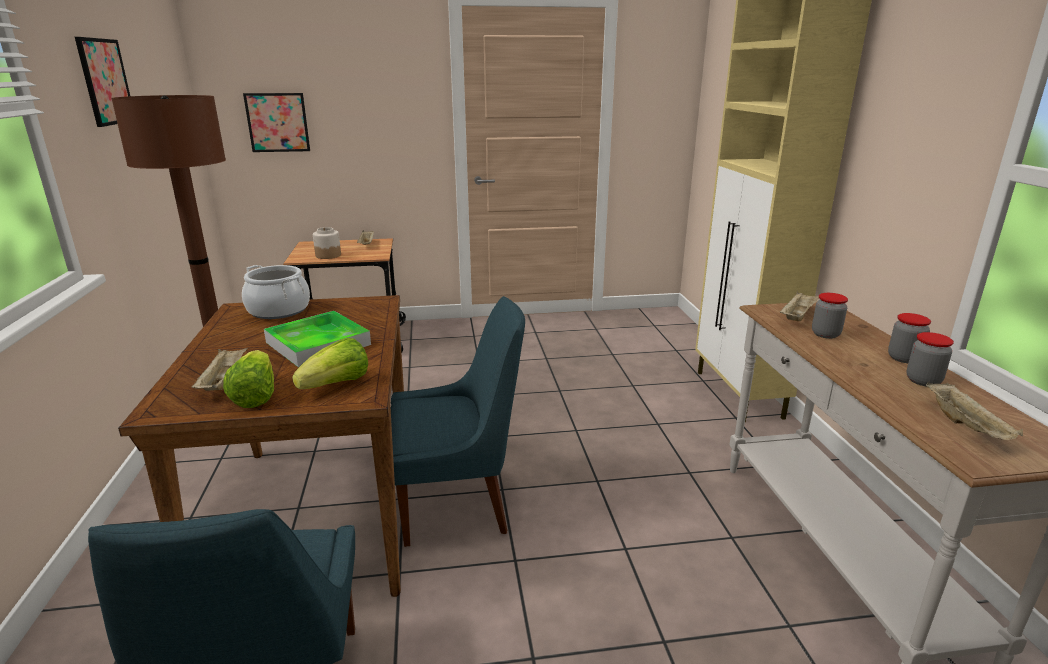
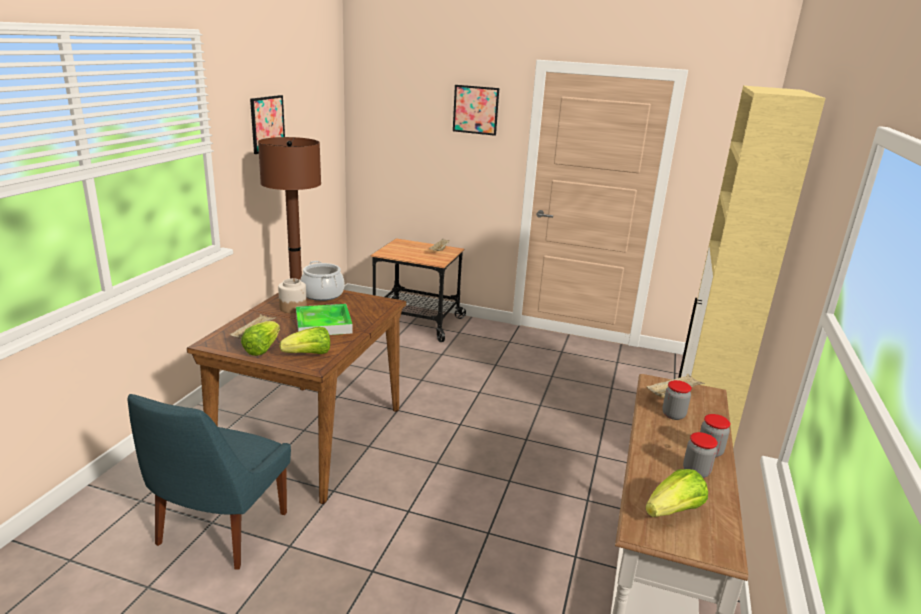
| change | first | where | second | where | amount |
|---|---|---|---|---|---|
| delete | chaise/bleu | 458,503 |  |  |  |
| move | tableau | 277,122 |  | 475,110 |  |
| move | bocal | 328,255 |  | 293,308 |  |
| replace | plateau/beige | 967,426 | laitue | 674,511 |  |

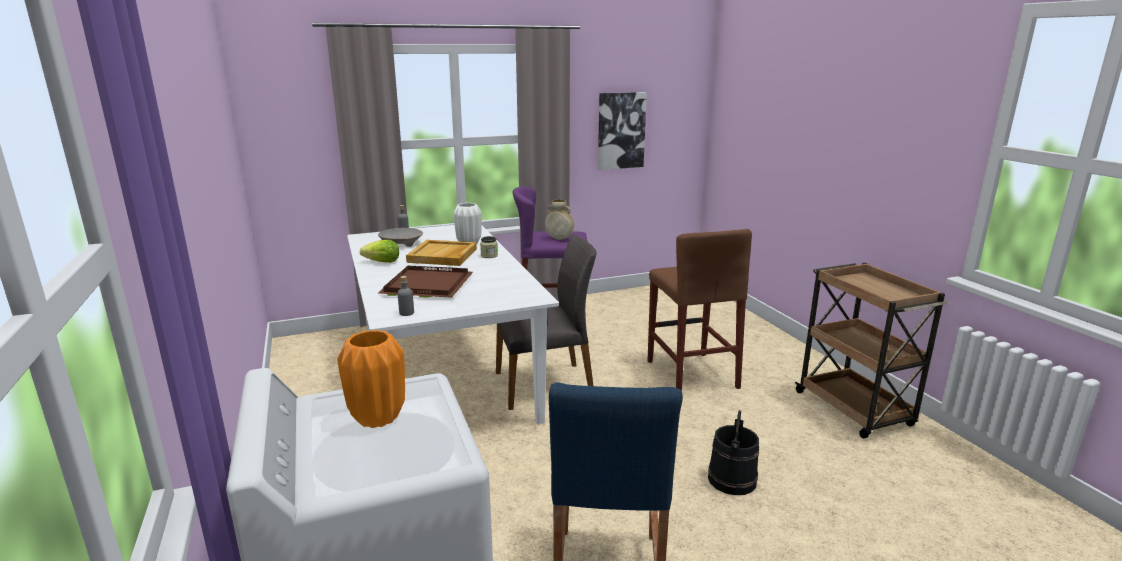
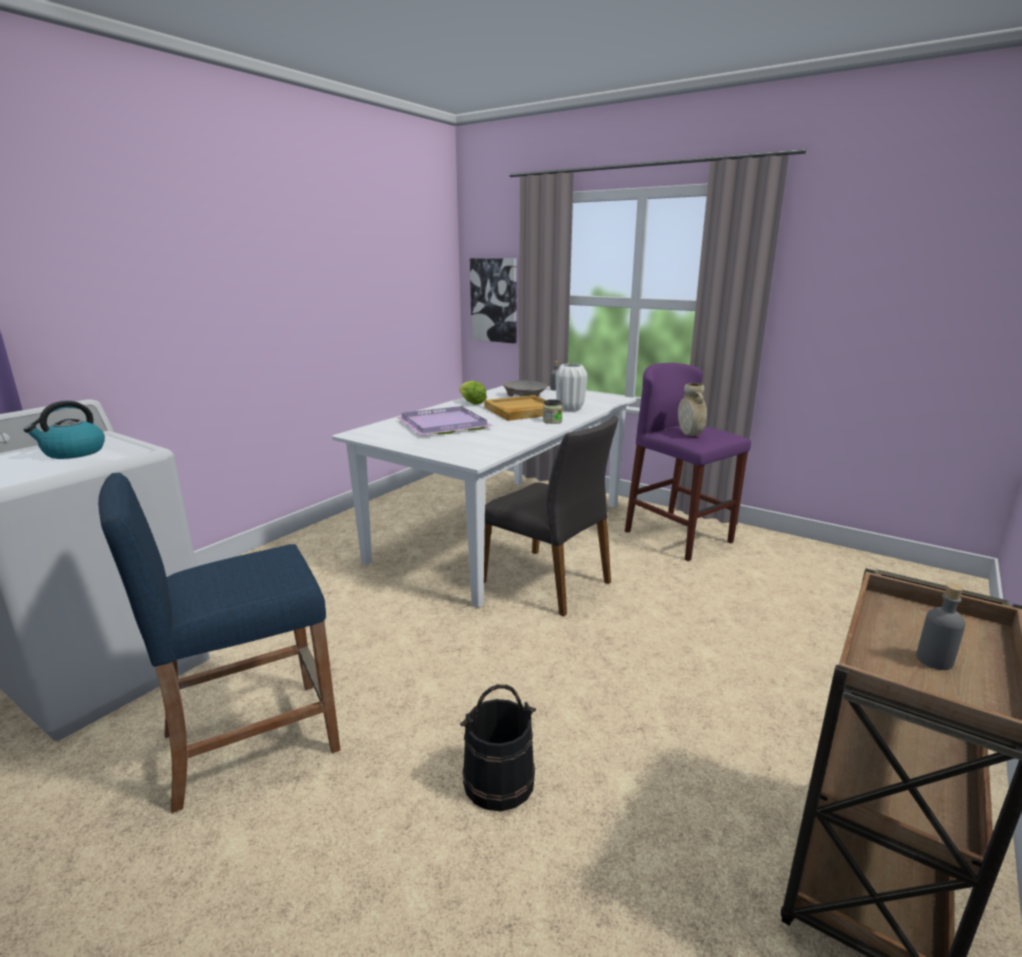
| change | first | where | second | where | amount |
|---|---|---|---|---|---|
| delete | tabouret/marron | 691,374 |  |  |  |
| move | bouteille/gris | 406,313 |  | 934,660 |  |
| move | tableau | 621,130 |  | 494,300 |  |
| replace | vase/orange | 378,417 | bouilloire | 73,452 |  |
| recolor | plateau/marron | 425,285 | plateau/violet | 441,424 |  |

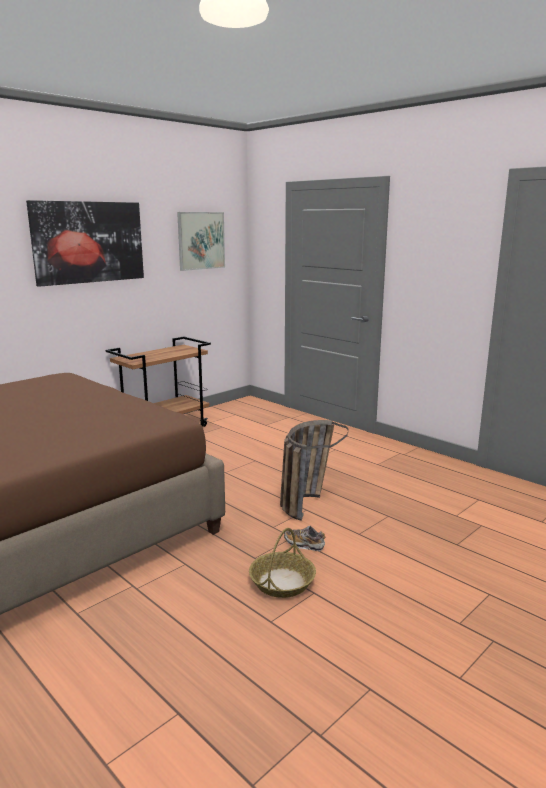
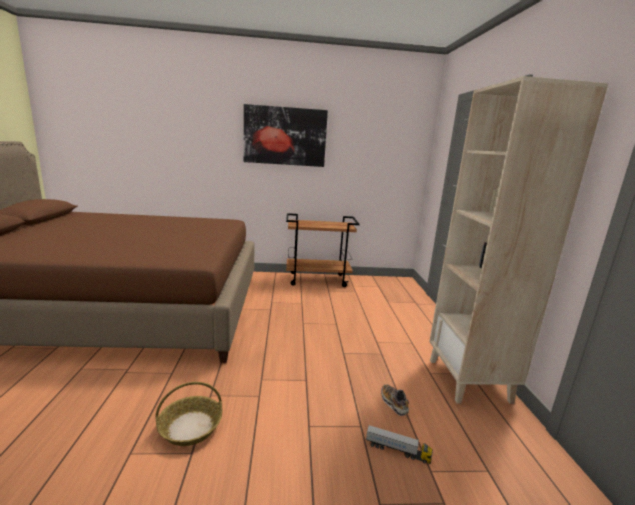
| change | first | where | second | where | amount |
|---|---|---|---|---|---|
| delete | tableau | 201,240 |  |  |  |
| delete | panier | 307,502 |  |  |  |
| insert |  |  | camion jouet | 397,450 |  |
| insert |  |  | bibliothèque/beige | 469,380 |  |
| move | chaussure | 304,544 |  | 393,403 |  |

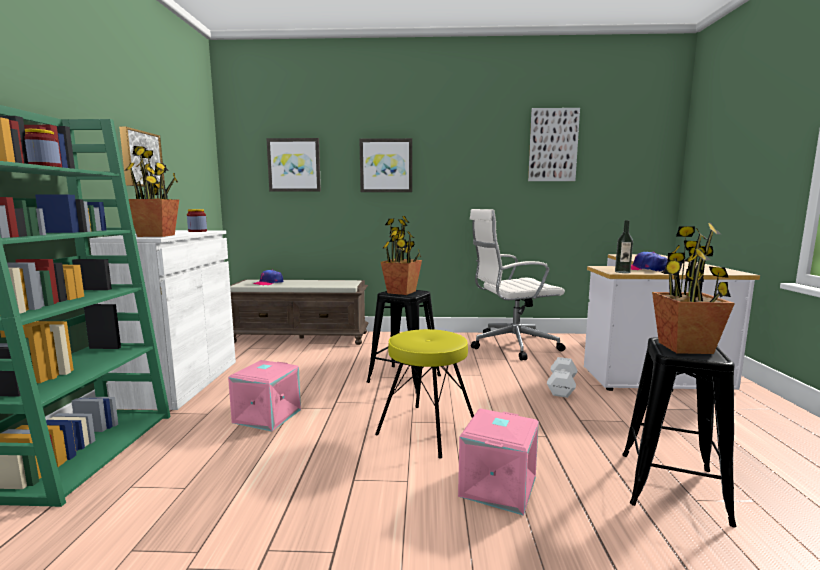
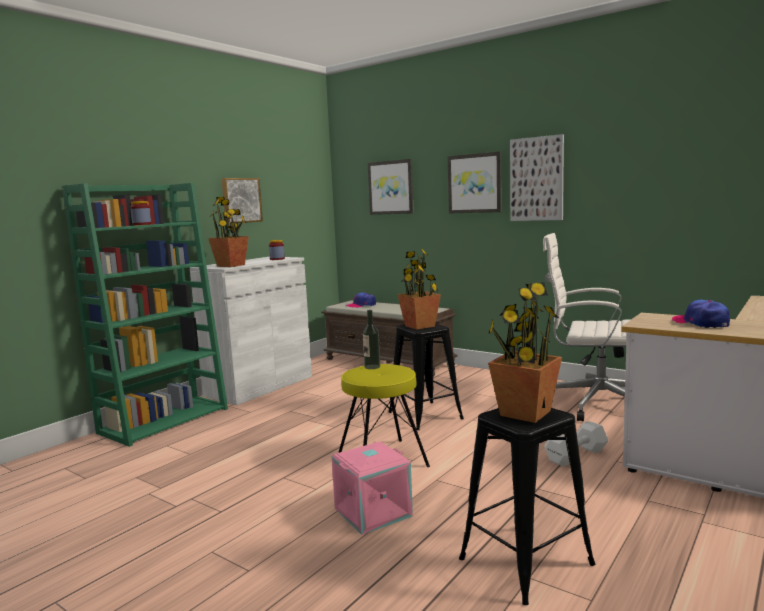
| change | first | where | second | where | amount |
|---|---|---|---|---|---|
| delete | boîte de rangement/rose | 266,415 |  |  |  |
| move | tableau | 553,145 |  | 536,179 |  |
| move | bouteille | 622,272 |  | 372,367 |  |

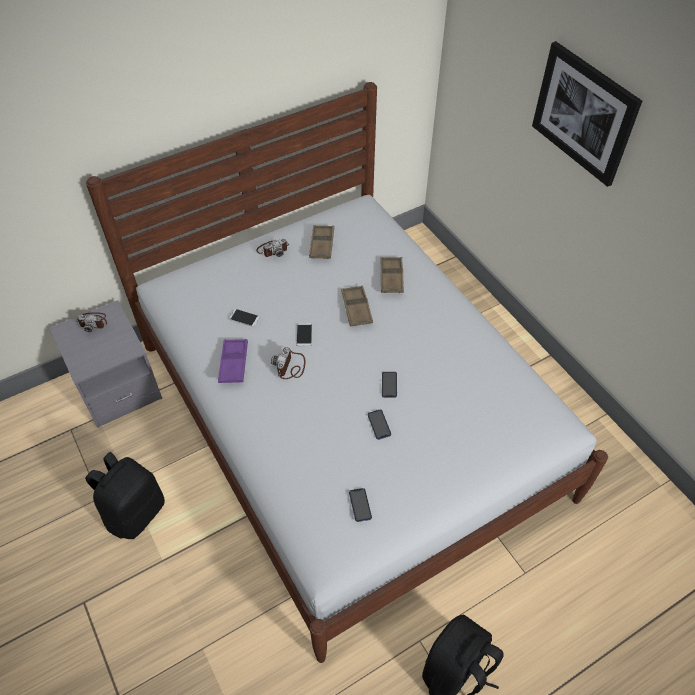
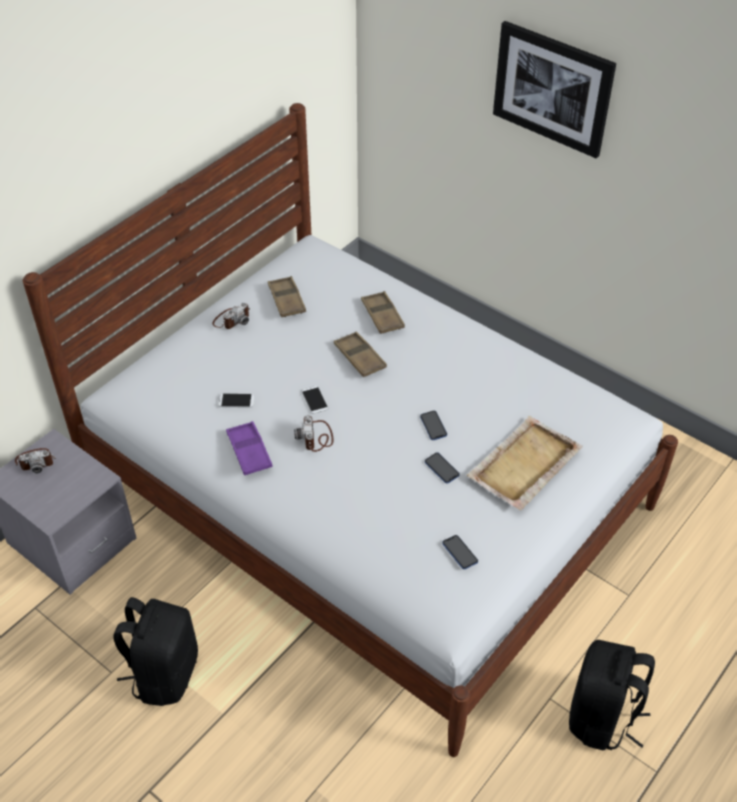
| change | first | where | second | where | amount |
|---|---|---|---|---|---|
| insert |  |  | plateau/beige | 523,465 |  |

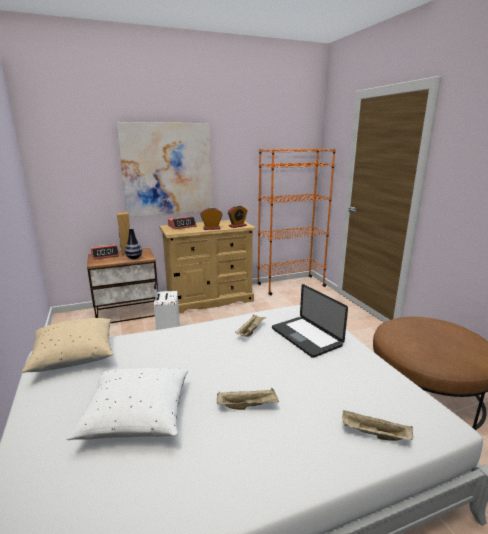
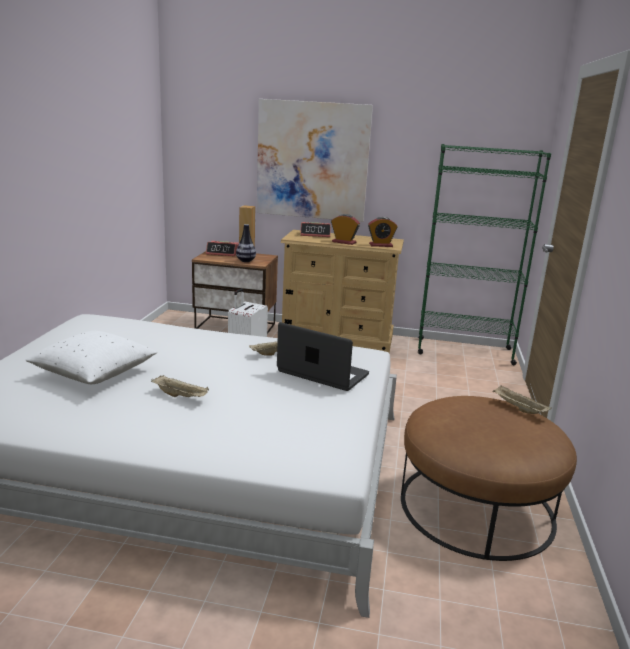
| change | first | where | second | where | amount |
|---|---|---|---|---|---|
| delete | coussin/beige | 74,356 |  |  |  |
| move | plateau/beige | 374,435 |  | 518,408 |  |
| recolor | bibliothèque/orange | 290,285 | bibliothèque/vert | 464,351 |  |
| rotate | ordinateur portable | 306,337 |  | 323,373 | 120 degrees clockwise |

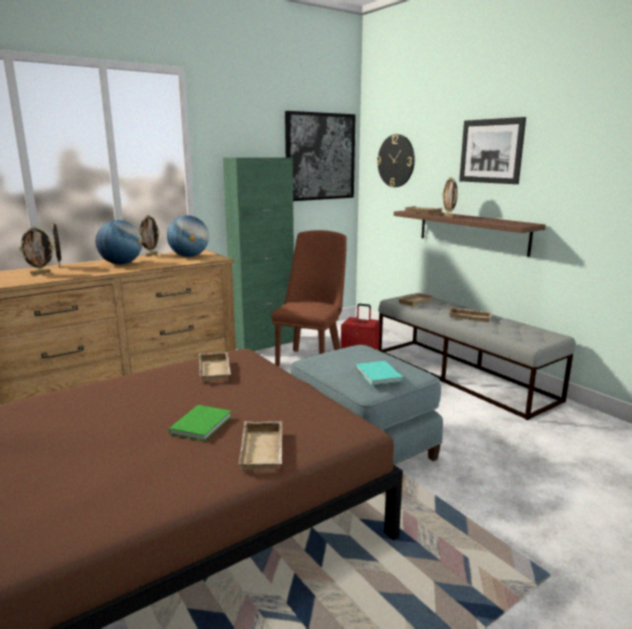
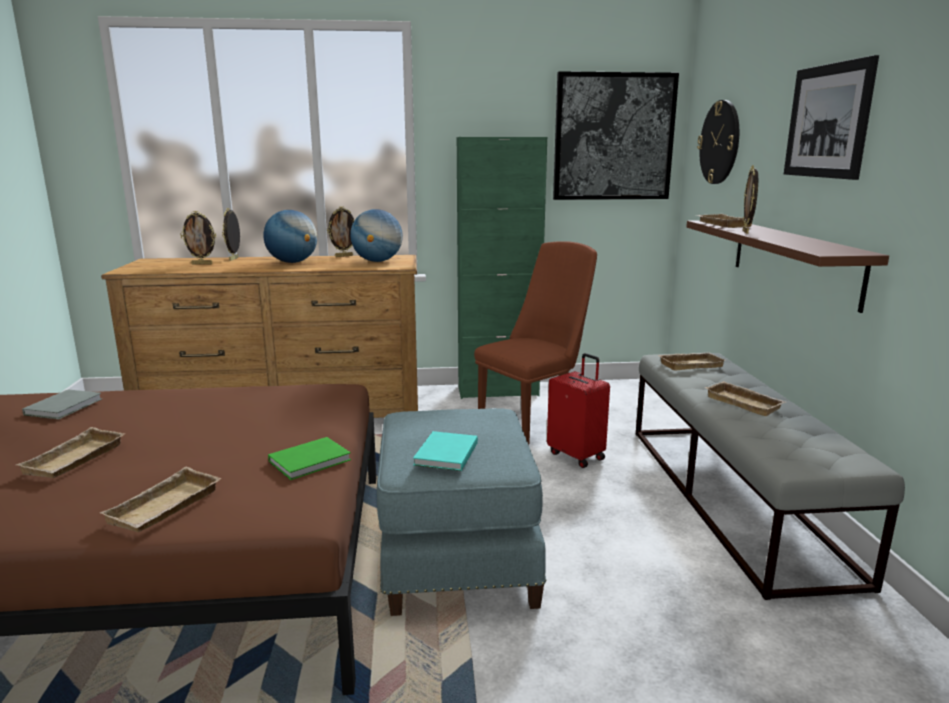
| change | first | where | second | where | amount |
|---|---|---|---|---|---|
| insert |  |  | livre/gris | 66,406 |  |
| move | livre/vert | 203,424 |  | 312,461 |  |
| move | plateau/beige | 216,370 |  | 76,460 |  |

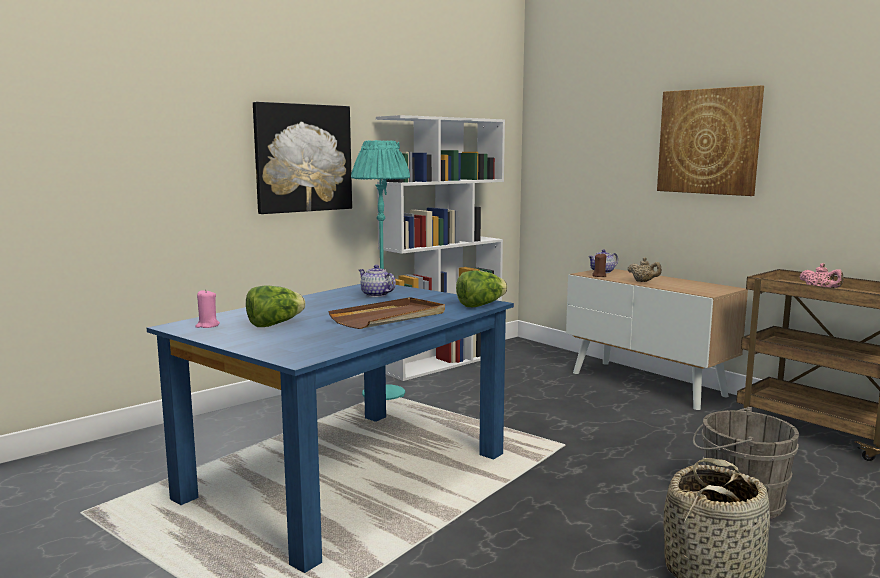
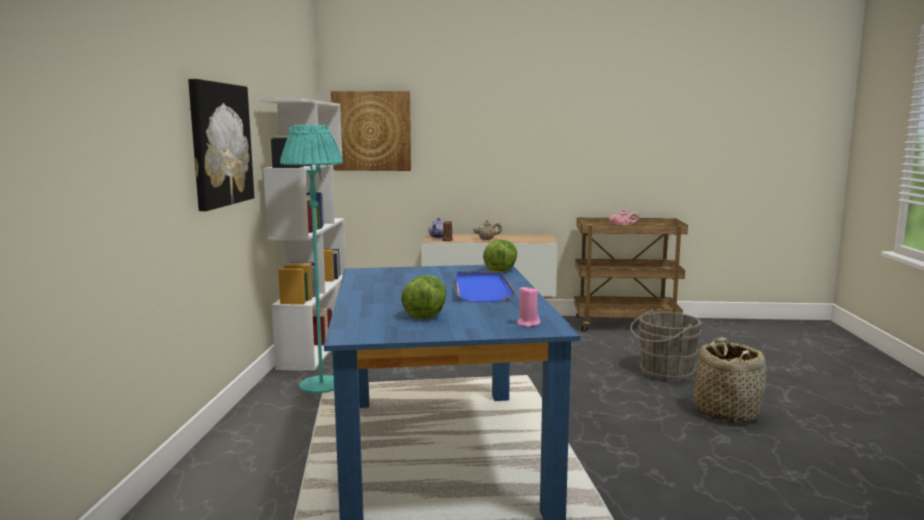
| change | first | where | second | where | amount |
|---|---|---|---|---|---|
| delete | théière | 376,295 |  |  |  |
| move | bougie/rose | 207,325 |  | 528,324 |  |
| move | tableau | 708,141 |  | 371,131 |  |
| recolor | plateau/marron | 390,317 | plateau/bleu | 481,289 |  |

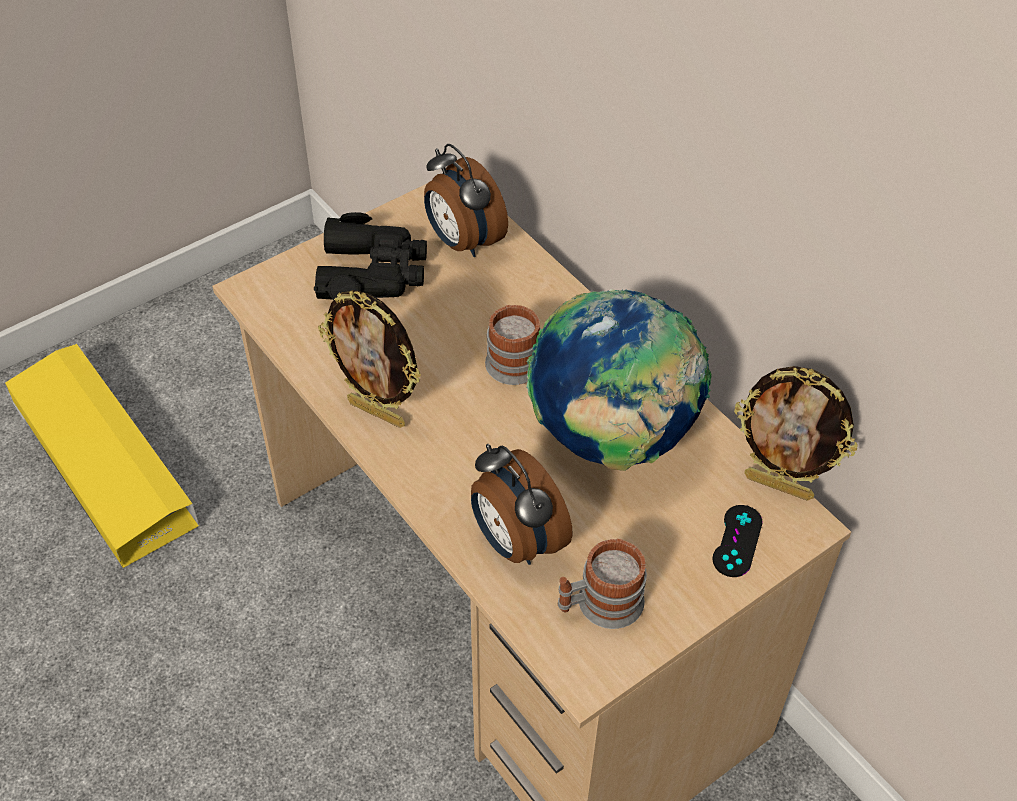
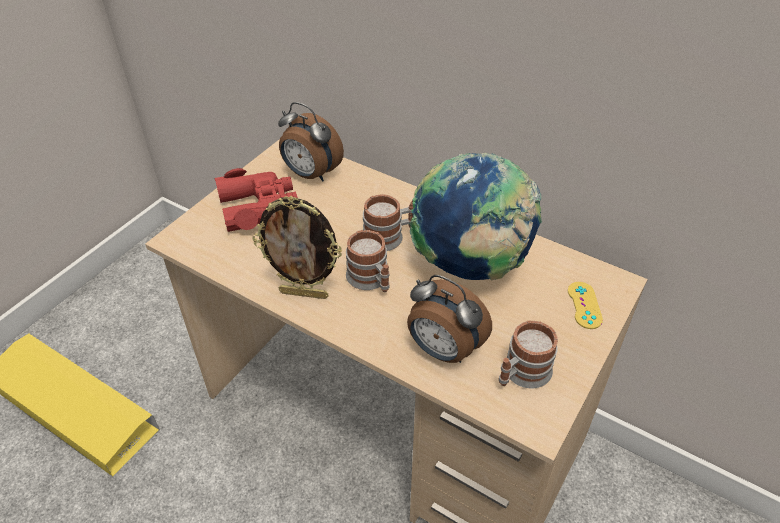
| change | first | where | second | where | amount |
|---|---|---|---|---|---|
| delete | cadre photo | 779,486 |  |  |  |
| insert |  |  | mug | 371,280 |  |
| recolor | jumelles/noir | 372,272 | jumelles/rouge | 258,207 |  |
| recolor | manette/noir | 737,541 | manette/jaune | 584,305 |  |

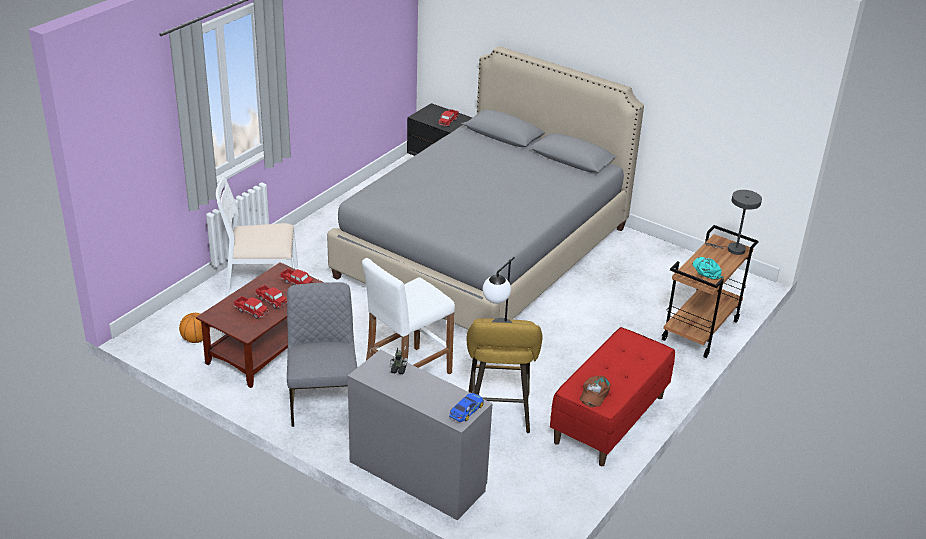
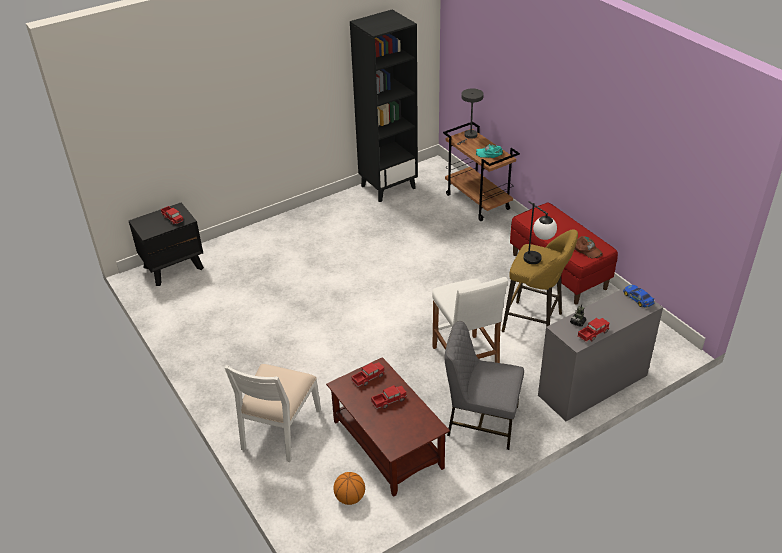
| change | first | where | second | where | amount |
|---|---|---|---|---|---|
| delete | lit/gris | 484,252 |  |  |  |
| insert |  |  | bibliothèque/noir | 388,186 |  |
| move | camion jouet | 251,311 |  | 593,333 |  |

